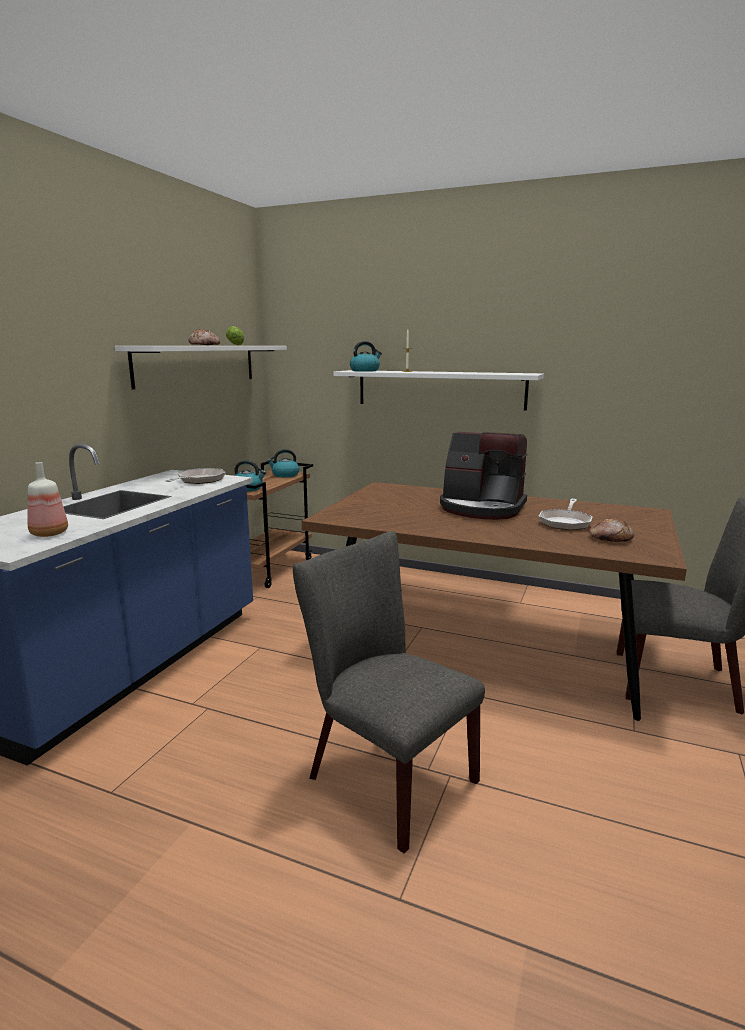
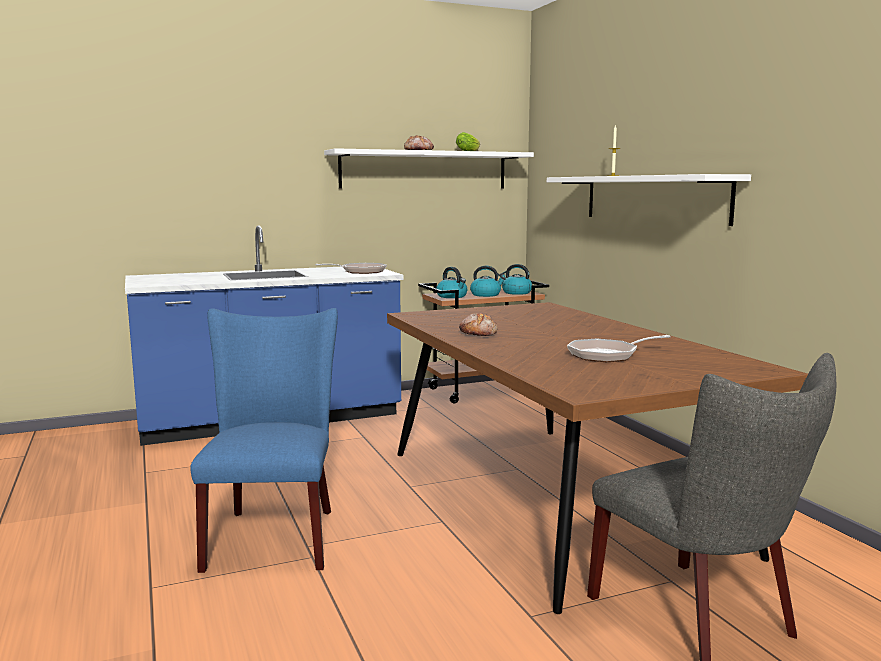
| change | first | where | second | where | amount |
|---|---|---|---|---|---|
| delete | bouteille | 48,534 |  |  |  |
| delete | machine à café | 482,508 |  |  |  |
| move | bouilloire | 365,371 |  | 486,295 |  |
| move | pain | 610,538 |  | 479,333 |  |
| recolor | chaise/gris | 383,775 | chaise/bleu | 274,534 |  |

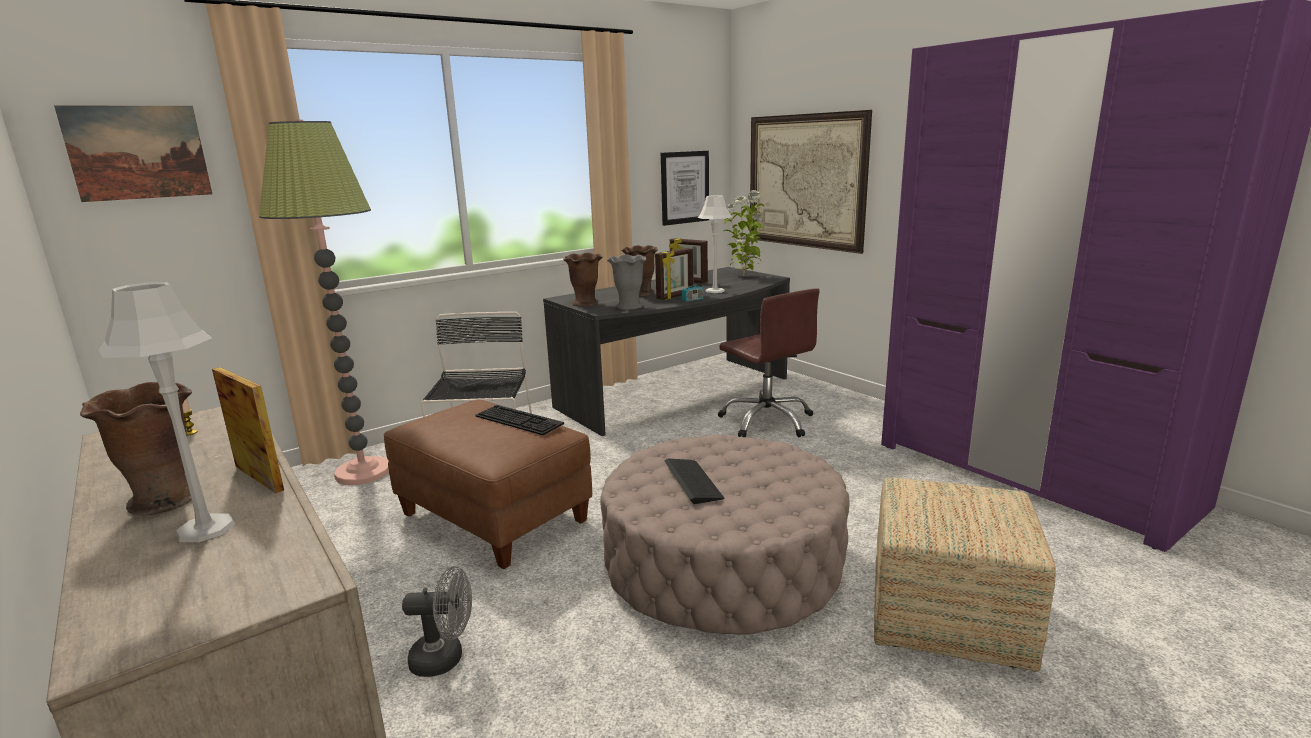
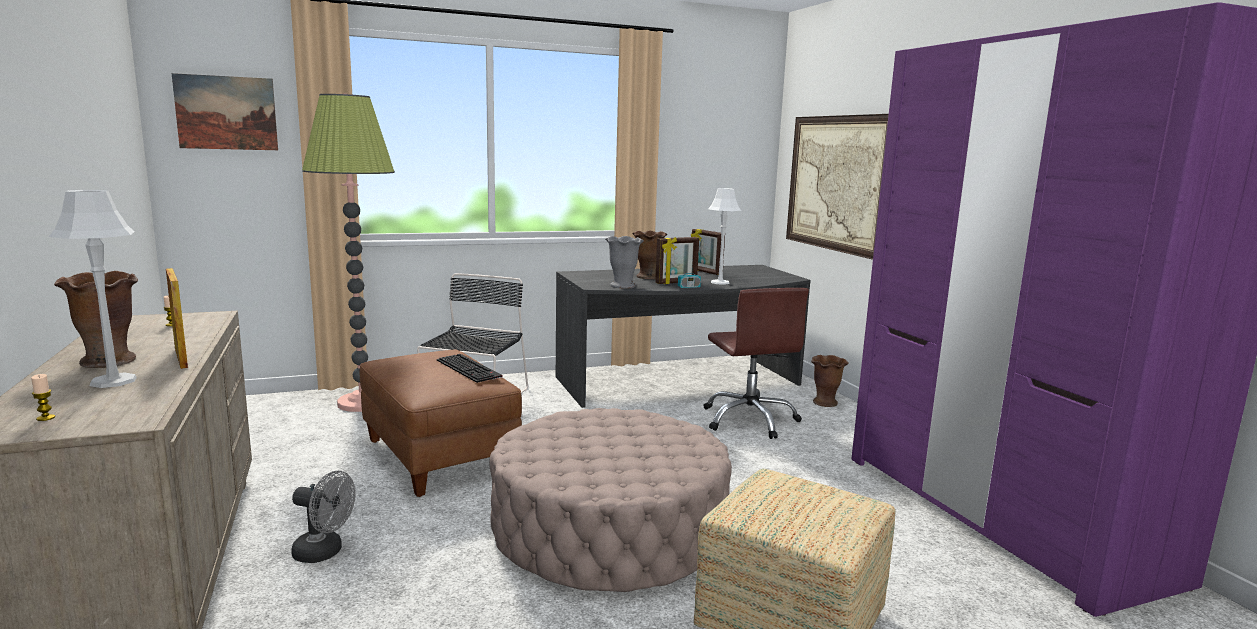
| change | first | where | second | where | amount |
|---|---|---|---|---|---|
| delete | tableau | 684,187 |  |  |  |
| delete | clavier | 693,481 |  |  |  |
| delete | plante en pot | 744,276 |  |  |  |
| insert |  |  | bougie | 45,418 |  |
| move | vase/marron | 585,304 |  | 825,403 |  |

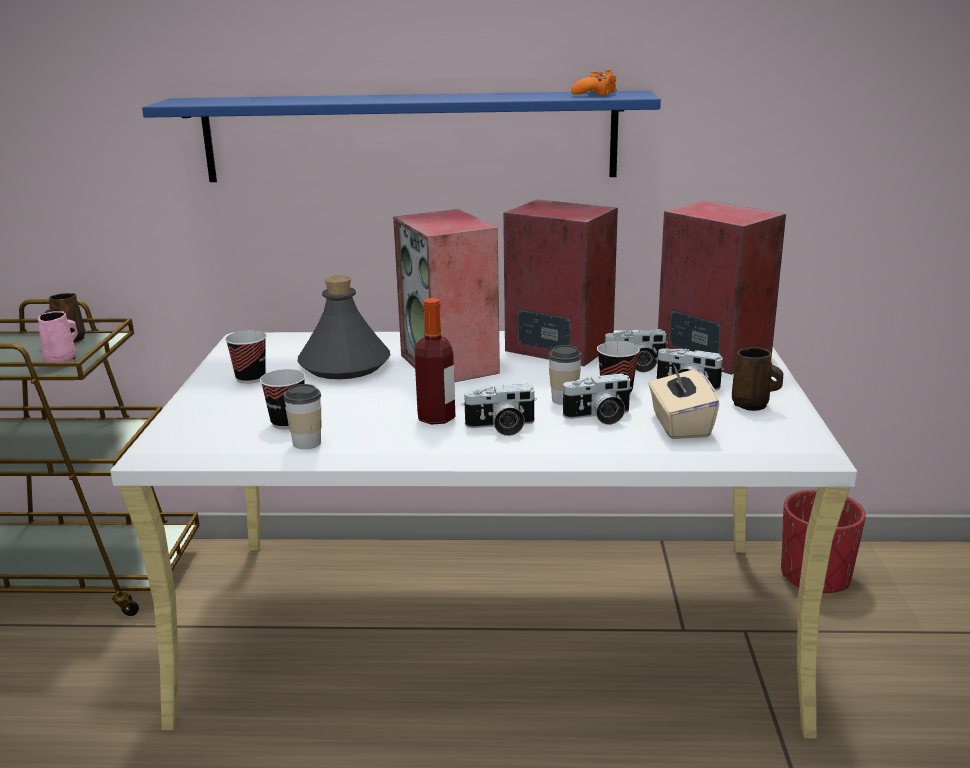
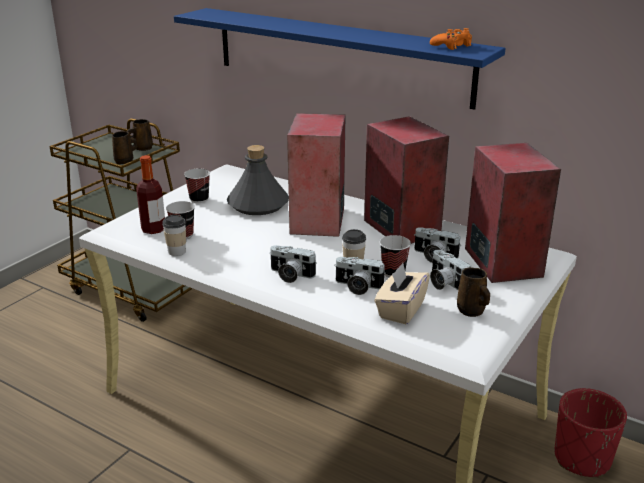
| change | first | where | second | where | amount |
|---|---|---|---|---|---|
| move | bouteille | 436,418 |  | 153,229 |  |
| recolor | mug/rose | 62,360 | mug/marron | 125,161 |  |

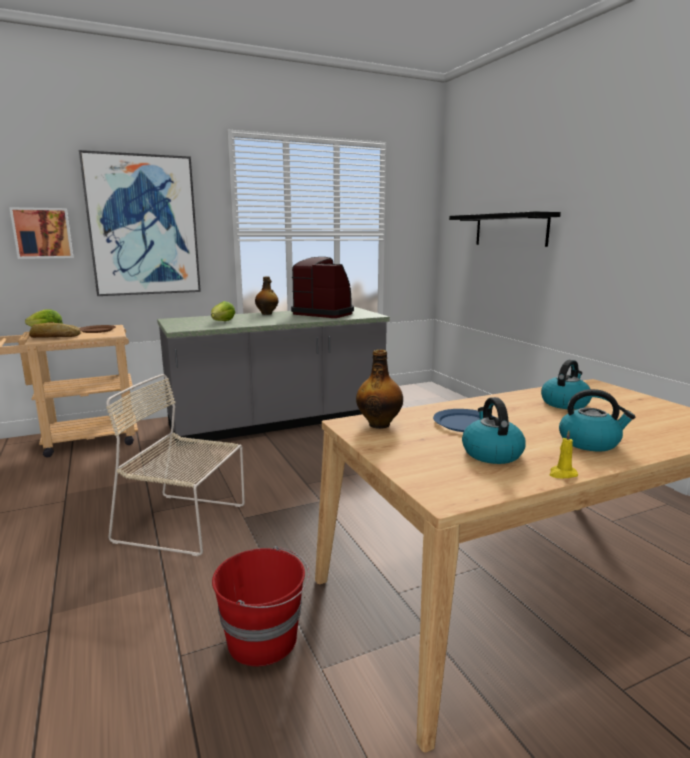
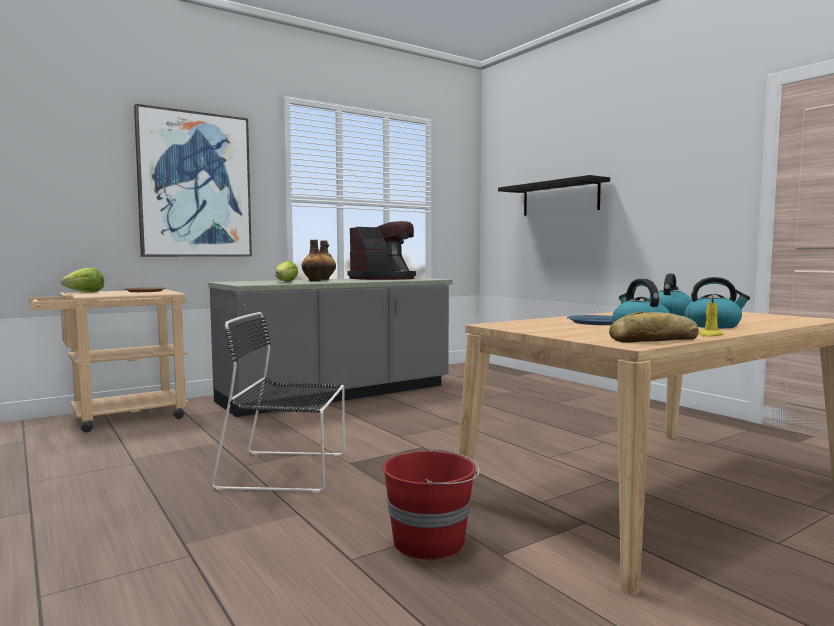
| change | first | where | second | where | amount |
|---|---|---|---|---|---|
| delete | tableau | 42,233 |  |  |  |
| move | pain | 55,336 |  | 656,340 |  |
| move | bouteille | 379,424 |  | 315,281 |  |
| recolor | chaise/beige | 185,523 | chaise/noir | 288,471 |  |
| rotate | machine à café | 324,313 |  | 384,279 | 120 degrees clockwise |

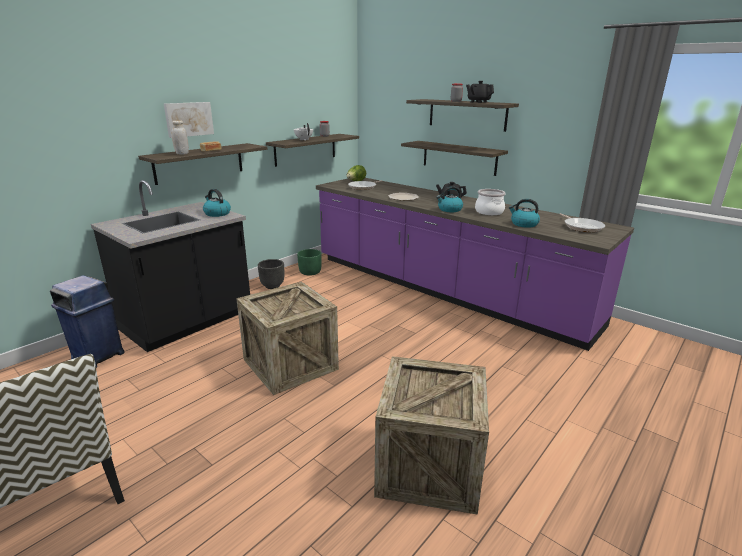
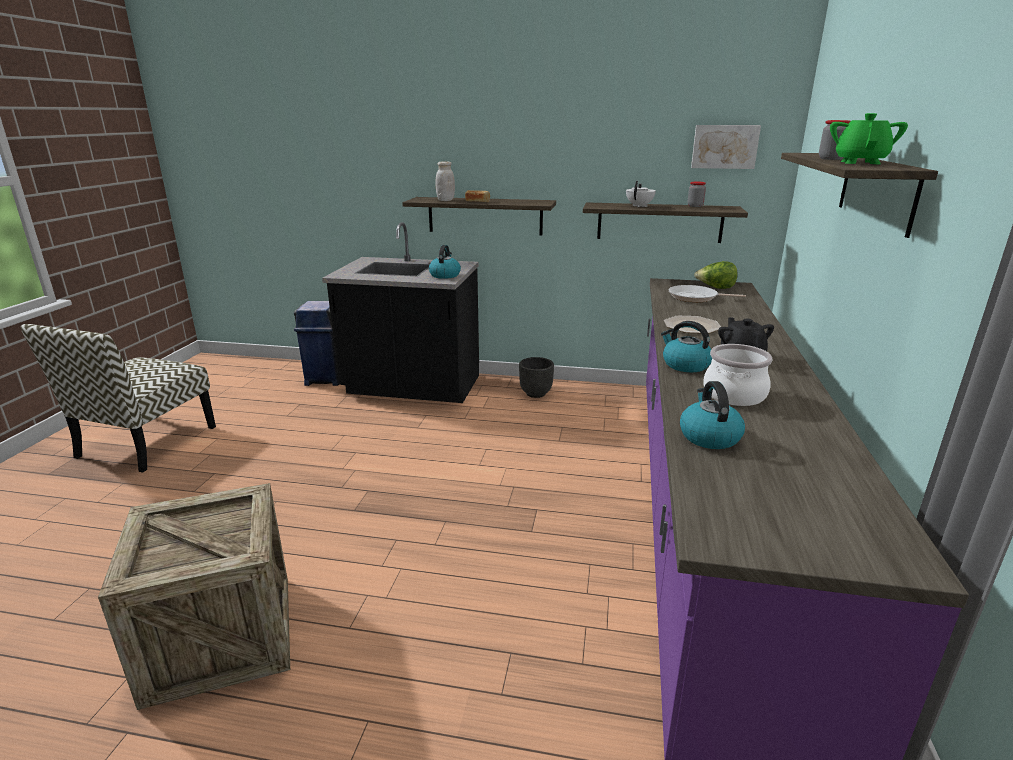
| change | first | where | second | where | amount |
|---|---|---|---|---|---|
| delete | caisse | 290,364 |  |  |  |
| delete | cache-pot/vert | 310,272 |  |  |  |
| delete | étagère | 459,157 |  |  |  |
| delete | poêle | 582,227 |  |  |  |
| move | tableau | 188,119 |  | 724,146 |  |
| recolor | théière/noir | 478,102 | théière/vert | 860,162 |  |

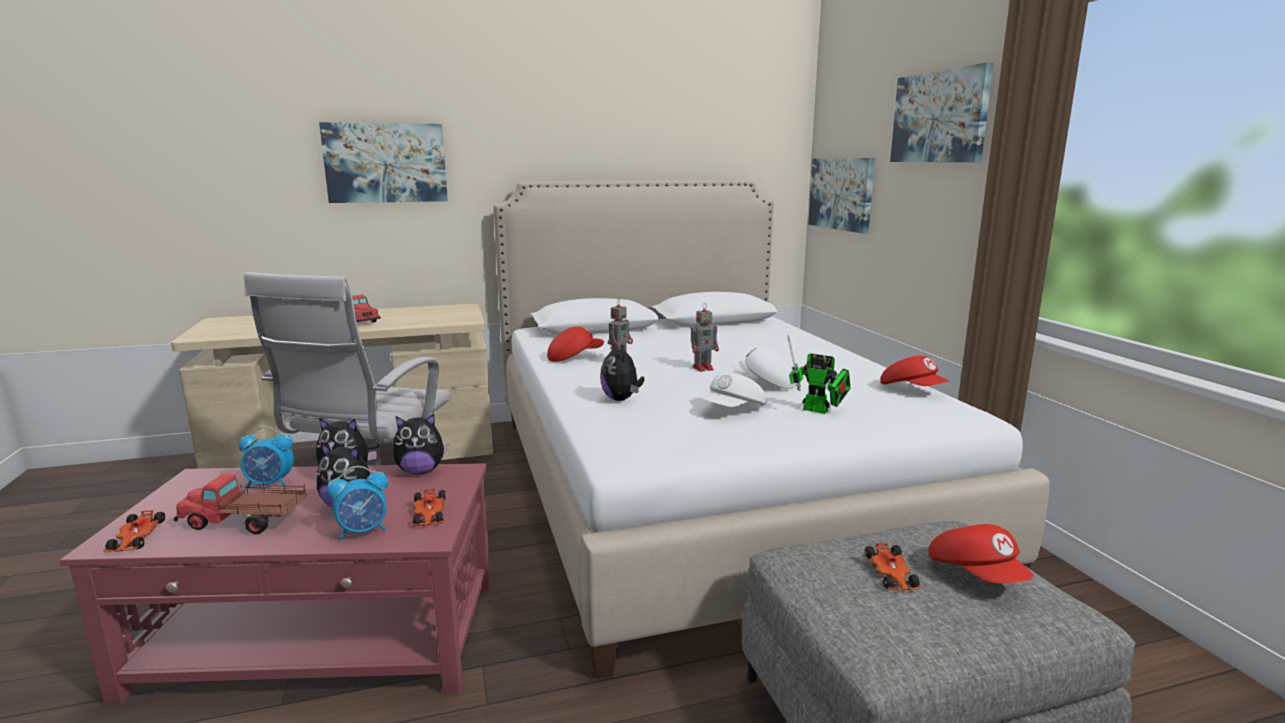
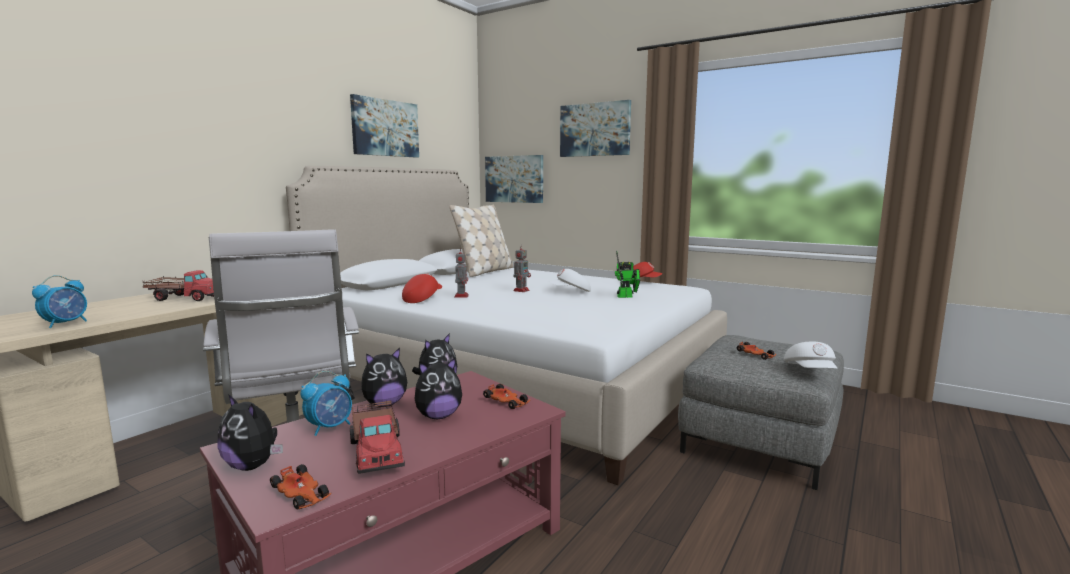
| change | first | where | second | where | amount |
|---|---|---|---|---|---|
| delete | casquette/rouge | 977,575 |  |  |  |
| insert |  |  | coussin/beige | 485,271 |  |
| move | tableau | 386,163 |  | 385,128 |  |
| move | réveil | 363,531 |  | 66,324 |  |
| move | peluche | 621,399 |  | 253,465 |  |
| move | casquette/blanc | 734,410 |  | 810,372 |  |
| rotate | camion jouet | 246,521 |  | 377,450 | 75 degrees counterclockwise |

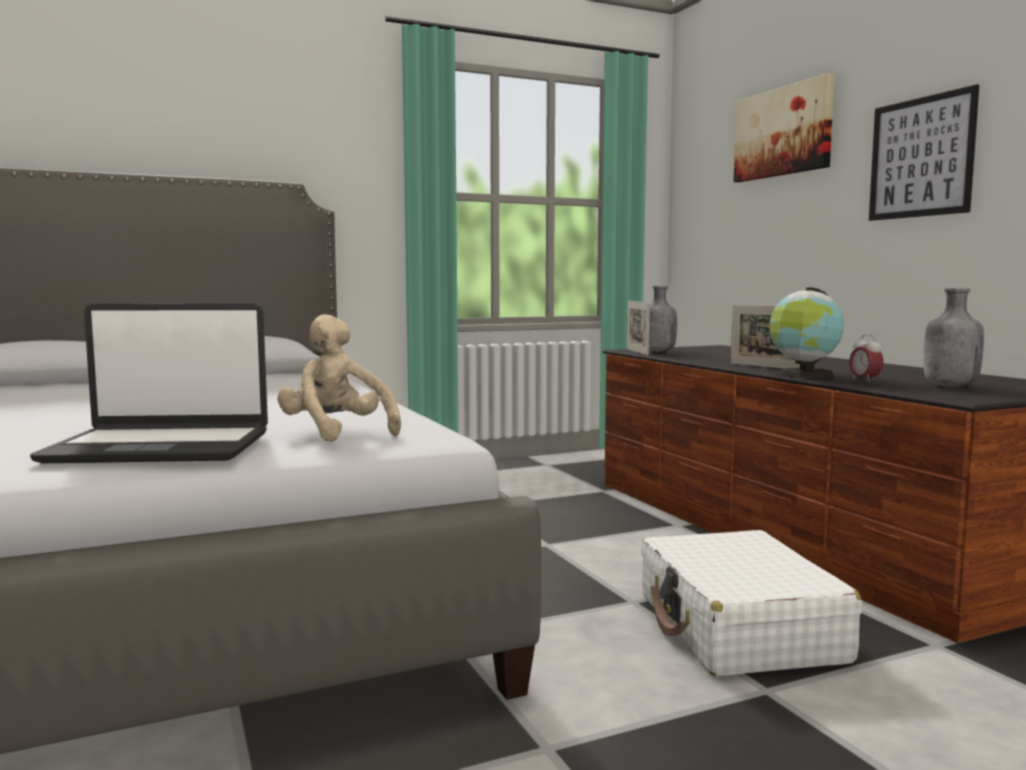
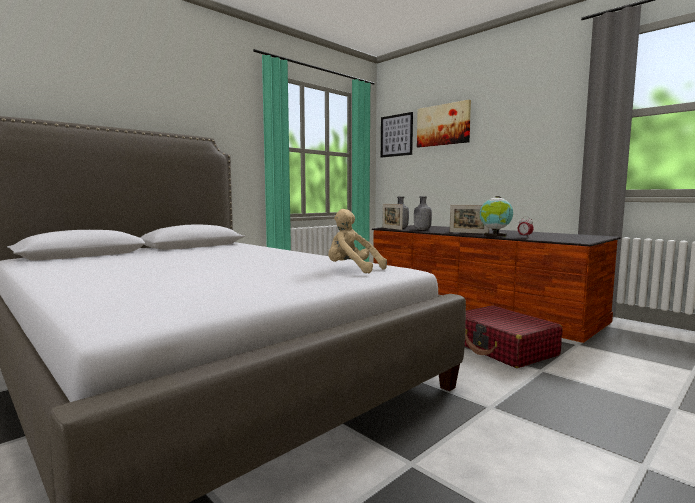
| change | first | where | second | where | amount |
|---|---|---|---|---|---|
| delete | ordinateur portable | 161,447 |  |  |  |
| move | tableau | 921,157 |  | 396,135 |  |
| move | bouteille/gris | 949,386 |  | 422,229 |  |
| recolor | valise/blanc | 739,628 | valise/rouge | 503,348 |  |

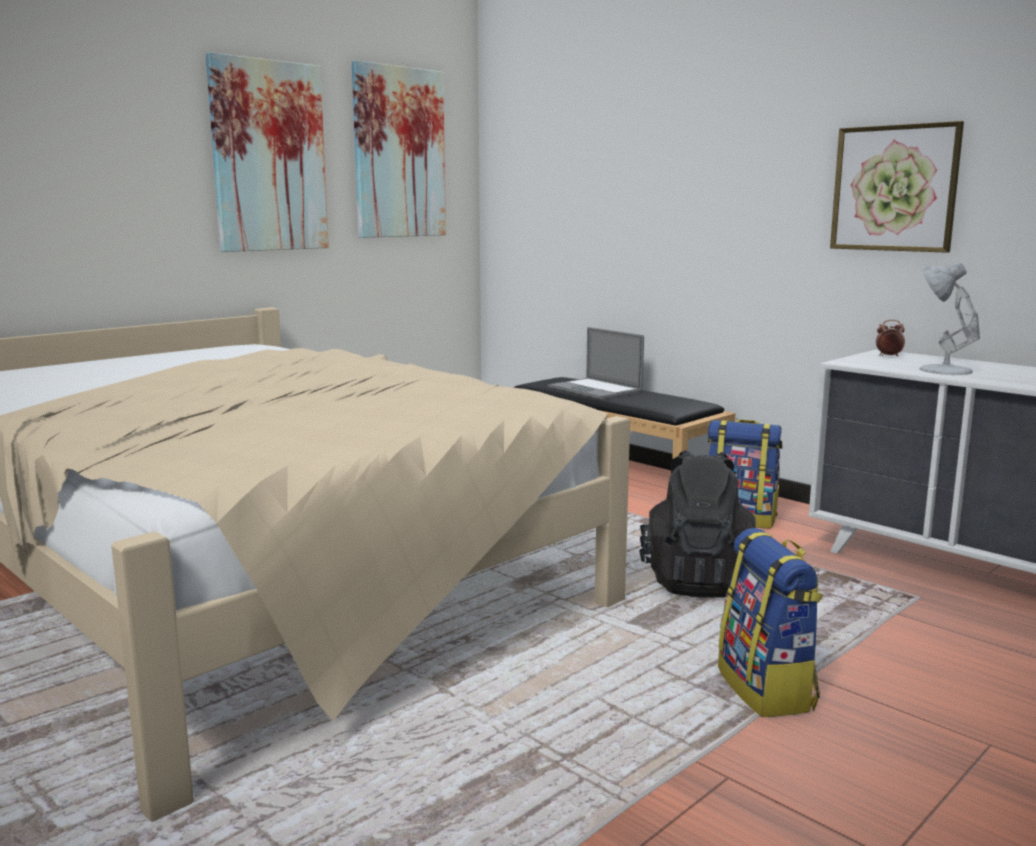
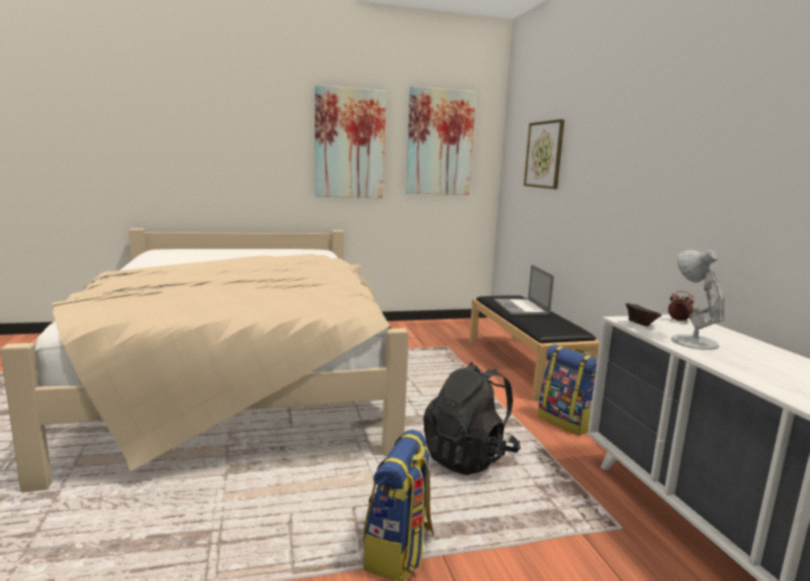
| change | first | where | second | where | amount |
|---|---|---|---|---|---|
| insert |  |  | bol/marron | 640,325 |  |
| move | tableau | 894,188 |  | 544,155 |  |

